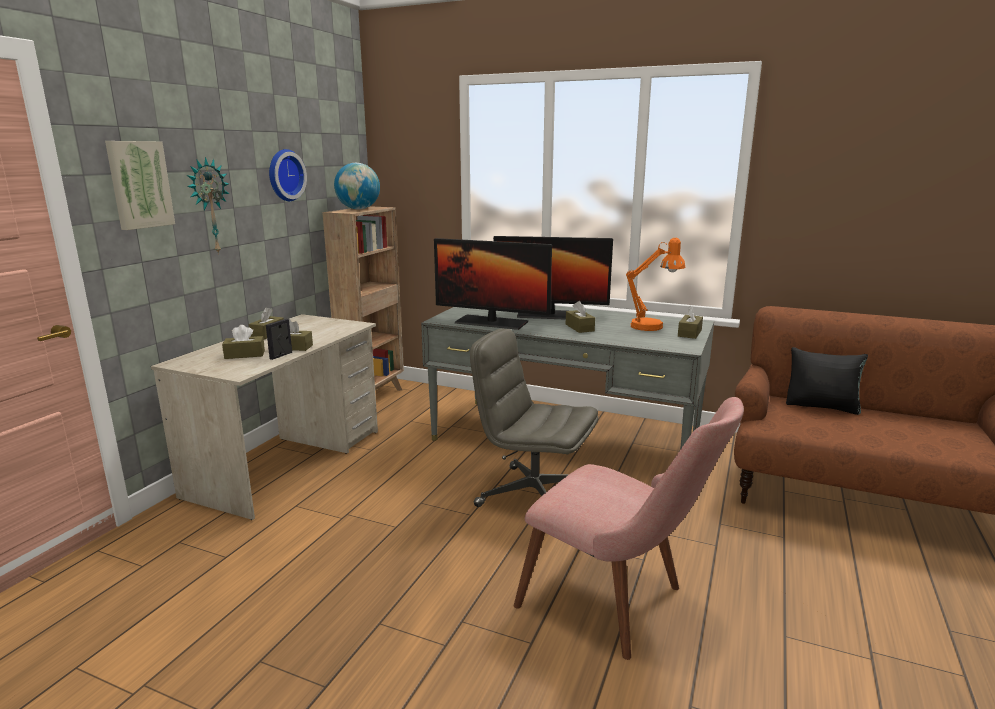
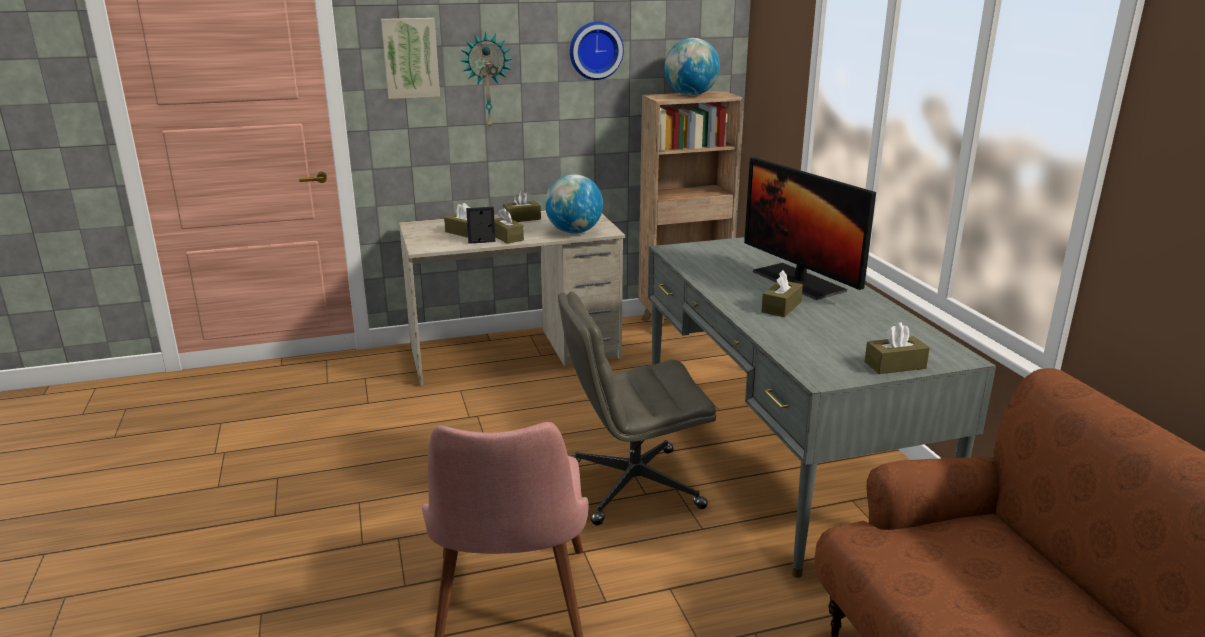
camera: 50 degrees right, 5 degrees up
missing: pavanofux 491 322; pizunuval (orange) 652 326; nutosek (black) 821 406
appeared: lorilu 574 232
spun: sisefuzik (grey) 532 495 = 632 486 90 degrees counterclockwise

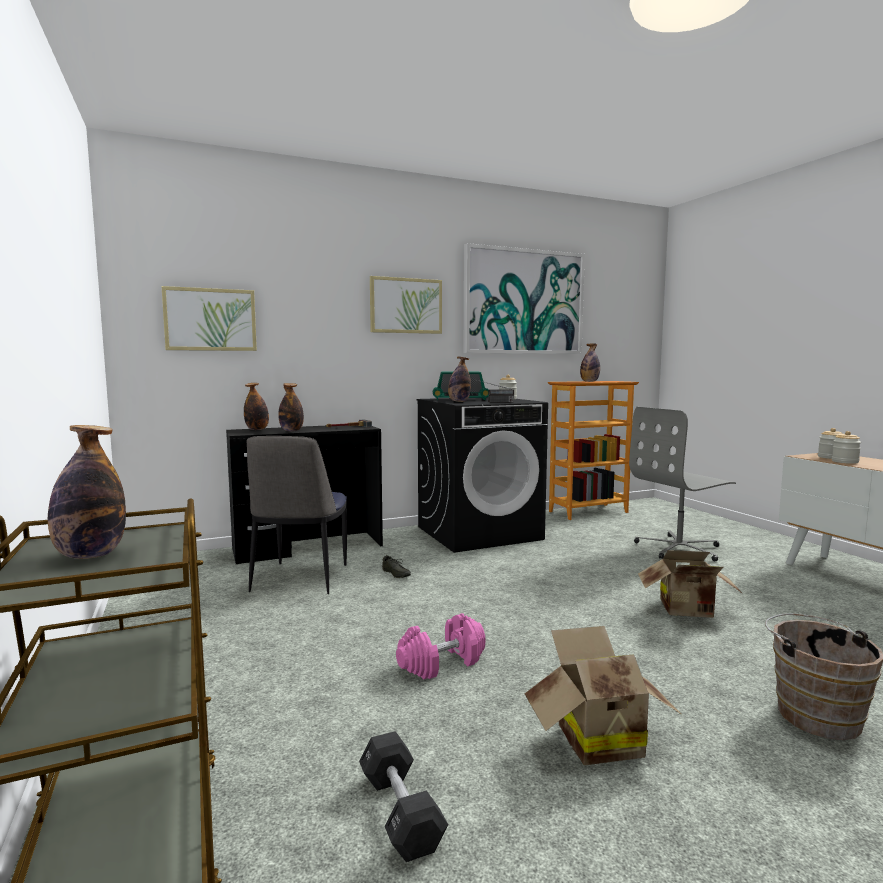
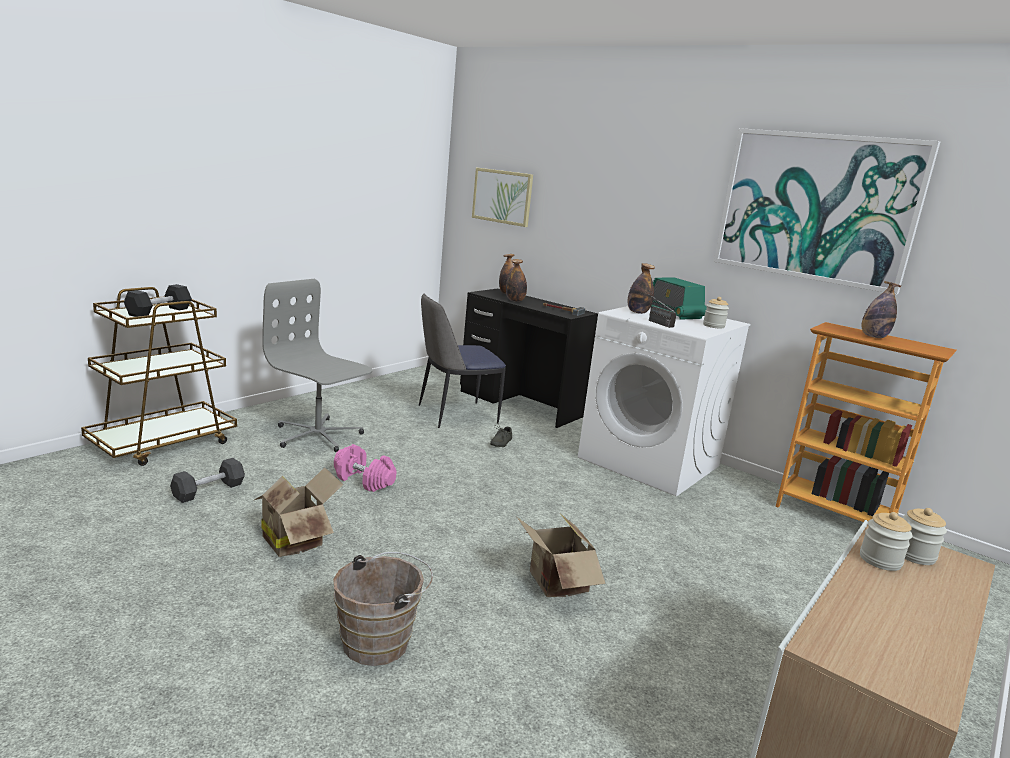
camera: 60 degrees right, 10 degrees up
missing: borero 406 306
relocated: sisefuzik (grey) 679 549 to 317 436
exchanged: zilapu 90 555 to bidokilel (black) 159 312
colour: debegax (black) 479 533 to debegax (white) 650 462

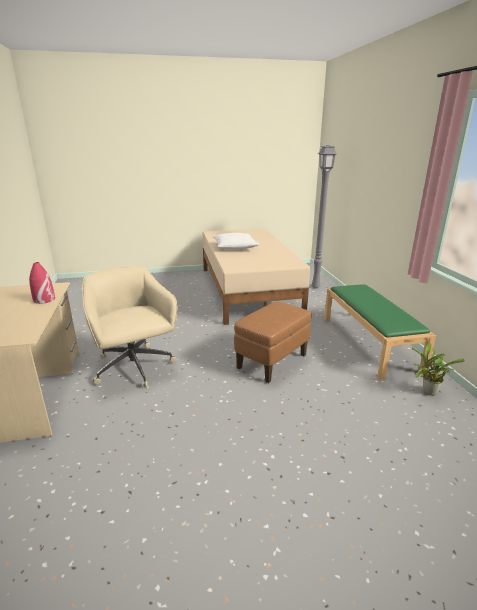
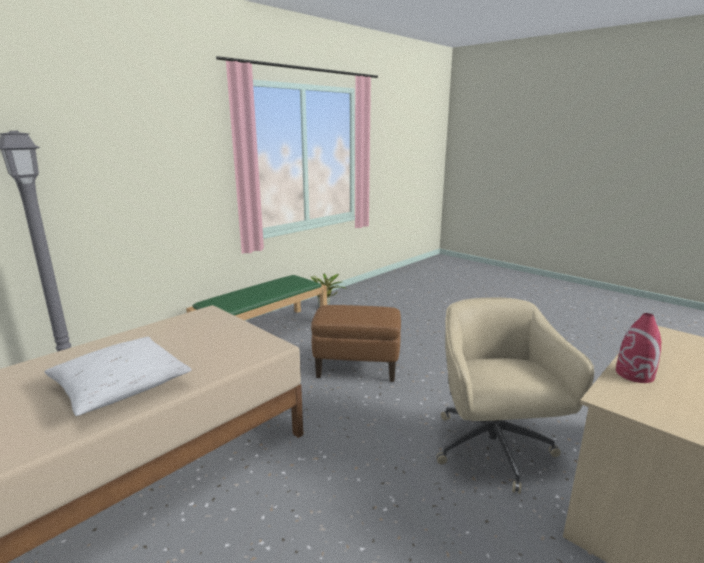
camera: 125 degrees left, 5 degrees down
spun: sisefuzik (beige) 134 368 = 493 450 150 degrees clockwise

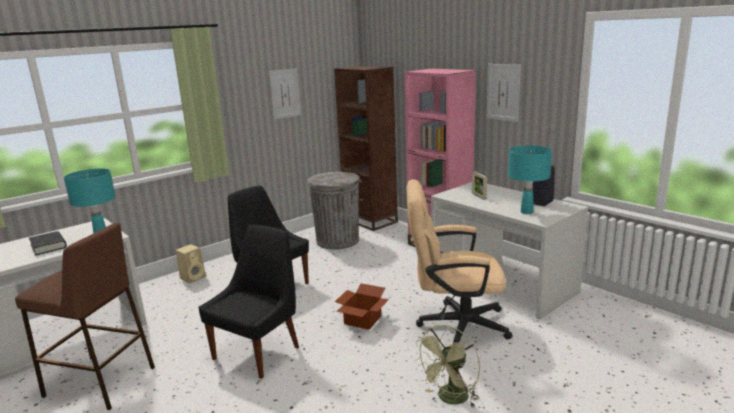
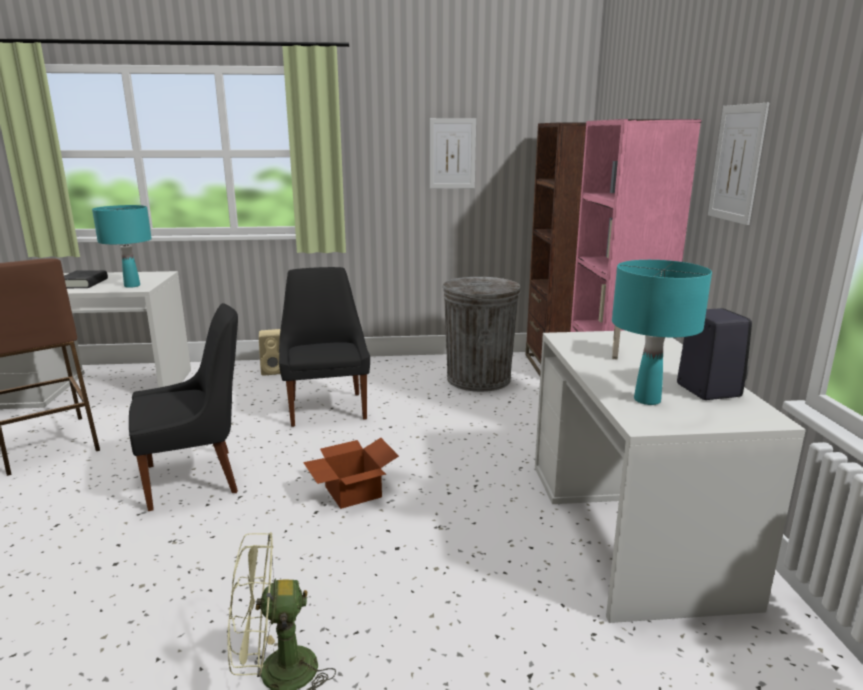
camera: 35 degrees right, 0 degrees up
missing: sisefuzik (beige) 454 325

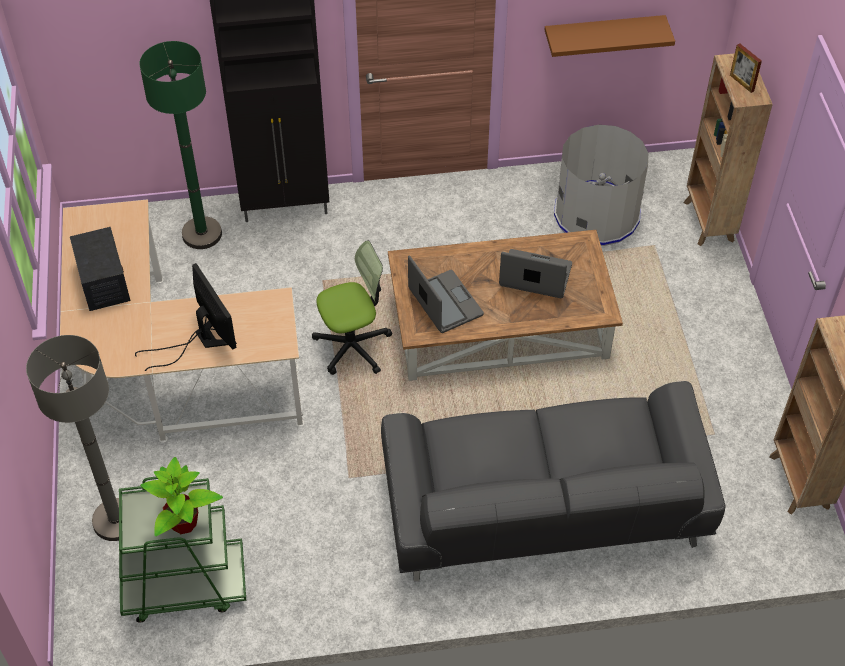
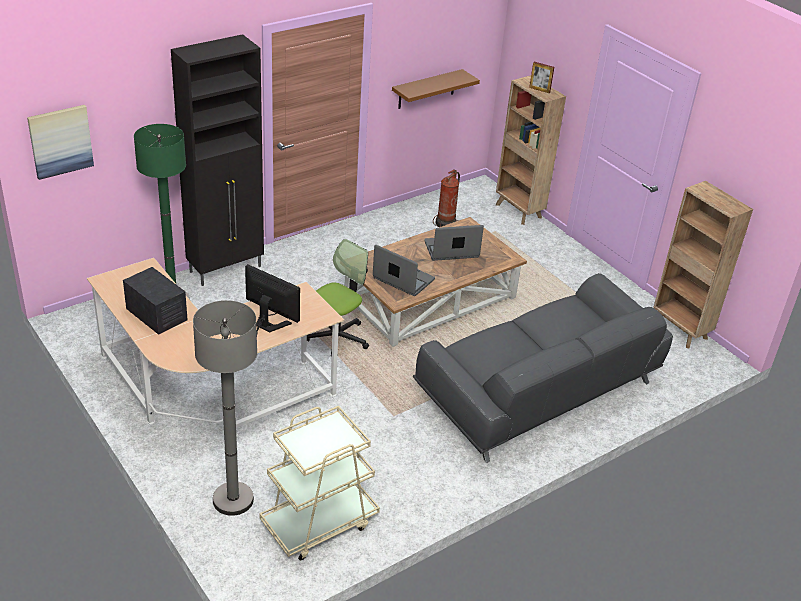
camera: 30 degrees left, 15 degrees down
missing: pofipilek 184 523
appeared: borero 60 141
exchanged: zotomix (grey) 596 215 to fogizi 446 224
colour: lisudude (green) 184 585 to lisudude (beige) 319 523

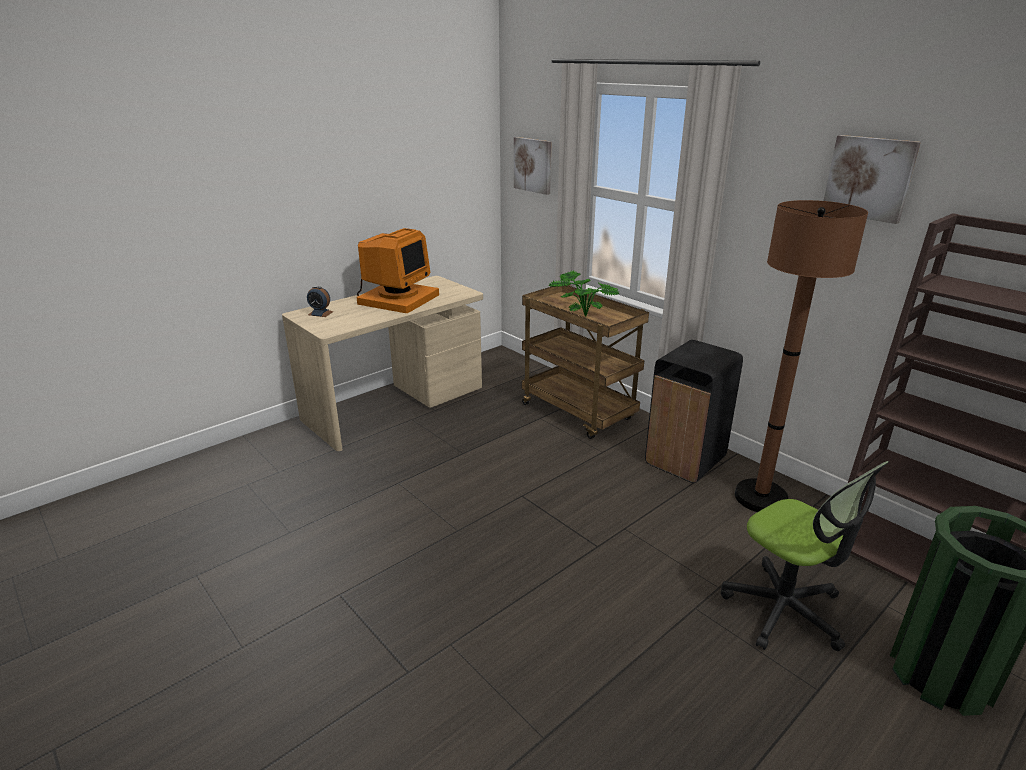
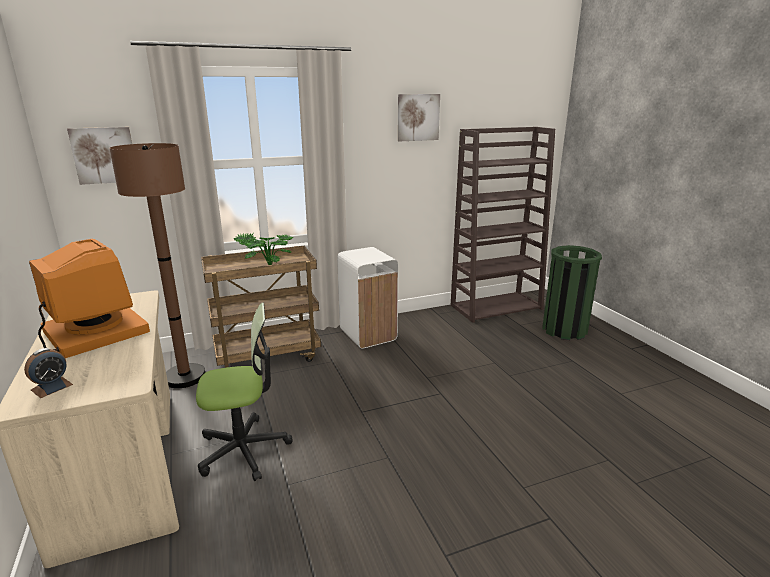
camera: 70 degrees left, 5 degrees down
relocated: sisefuzik 784 610 to 244 449; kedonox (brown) 760 498 to 185 377
colour: zotomix (black) 686 460 to zotomix (white) 368 335

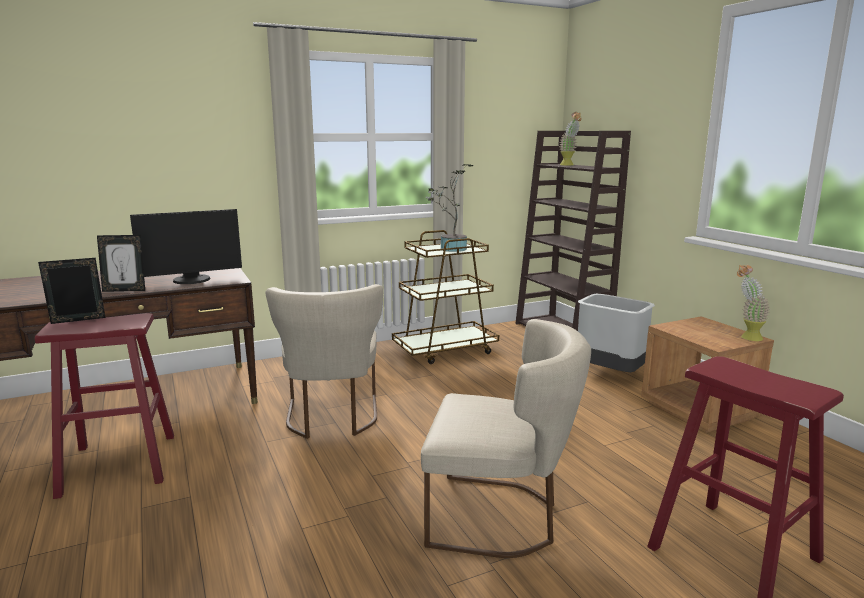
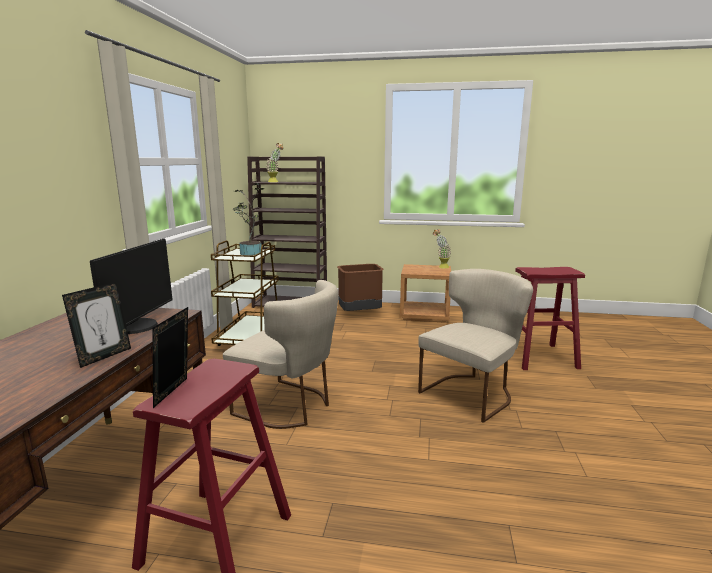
camera: 55 degrees left, 0 degrees up
colour: zotomix (grey) 610 373 to zotomix (brown) 360 314

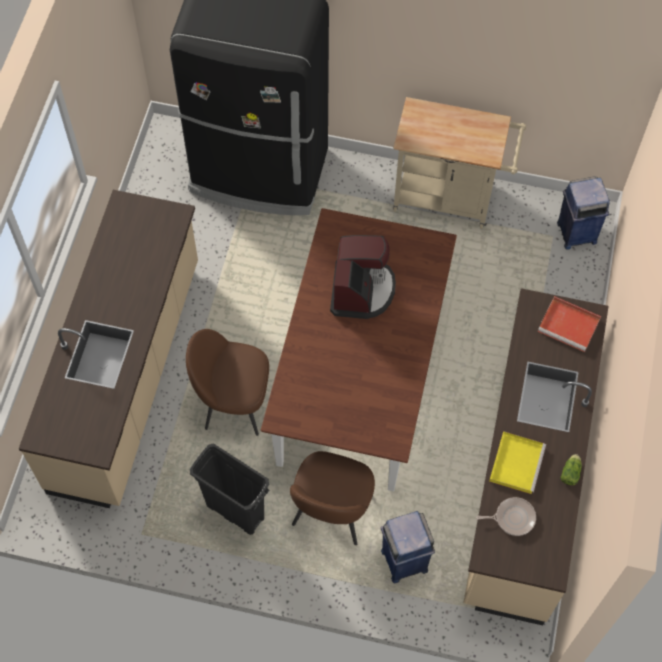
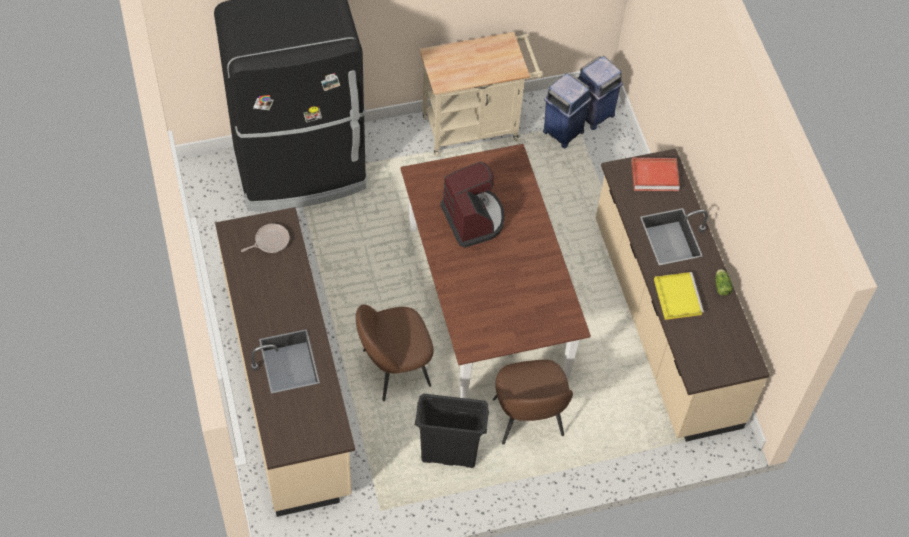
camera: 30 degrees left, 5 degrees down
relocated: zotomix (blue) 404 559 to 562 131; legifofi 512 517 to 270 241

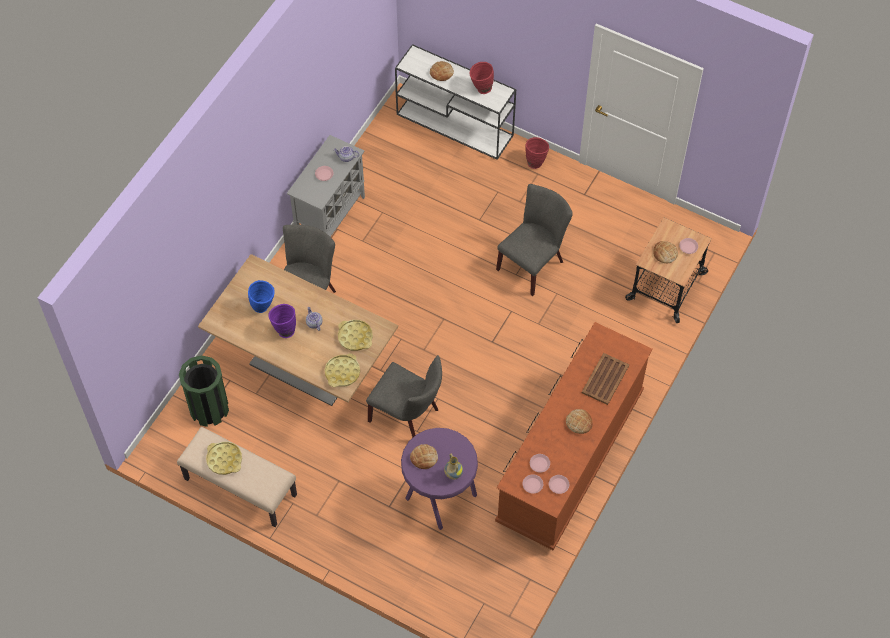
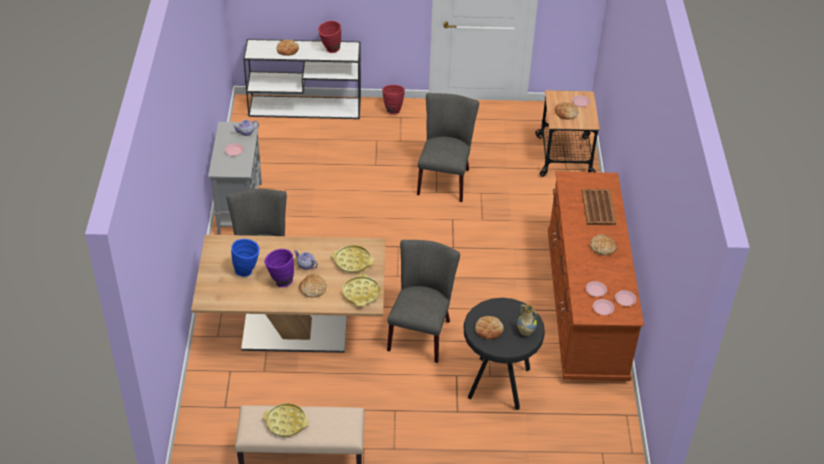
camera: 30 degrees left, 15 degrees down
missing: zotomix (green) 209 409
appeared: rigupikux 313 288
colour: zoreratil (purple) 439 498 to zoreratil (black) 497 385
spun: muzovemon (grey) 408 416 = 421 332 75 degrees counterclockwise

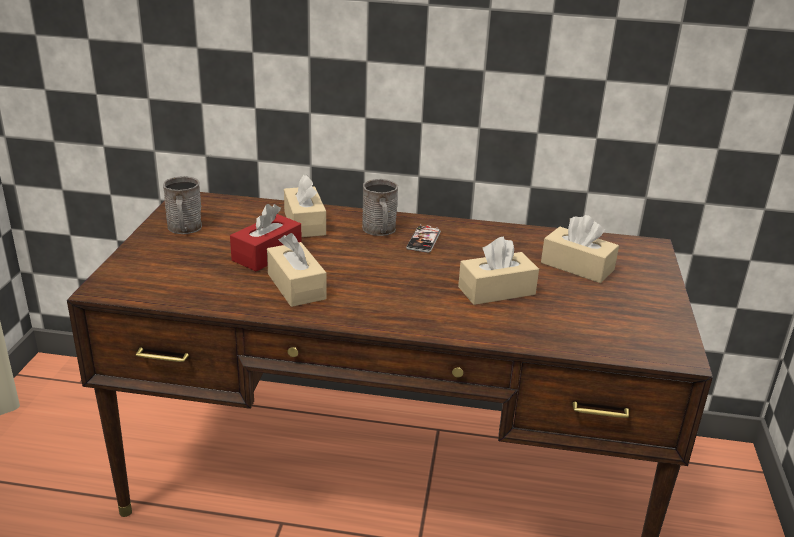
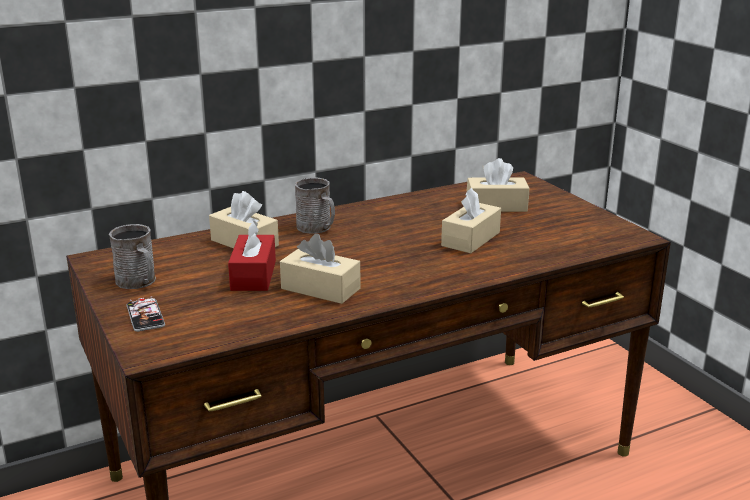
camera: 35 degrees left, 5 degrees down
relocated: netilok 423 240 to 145 316

